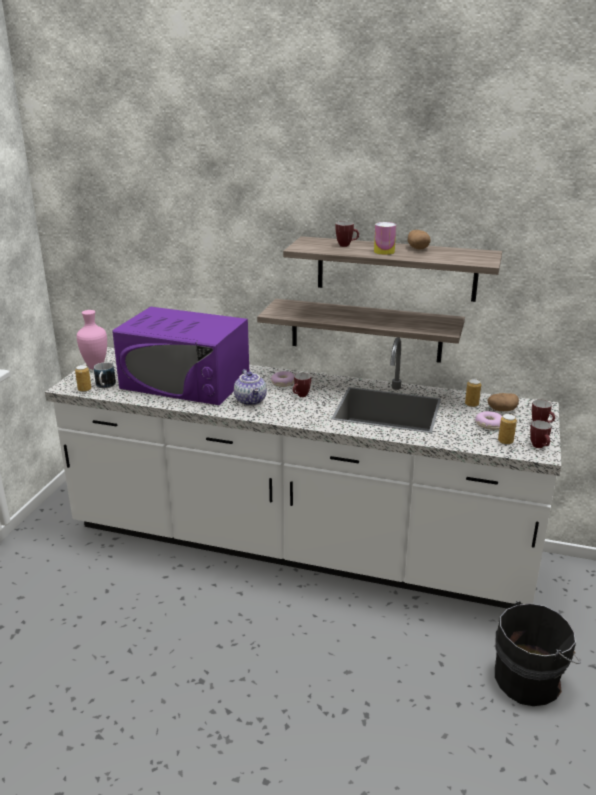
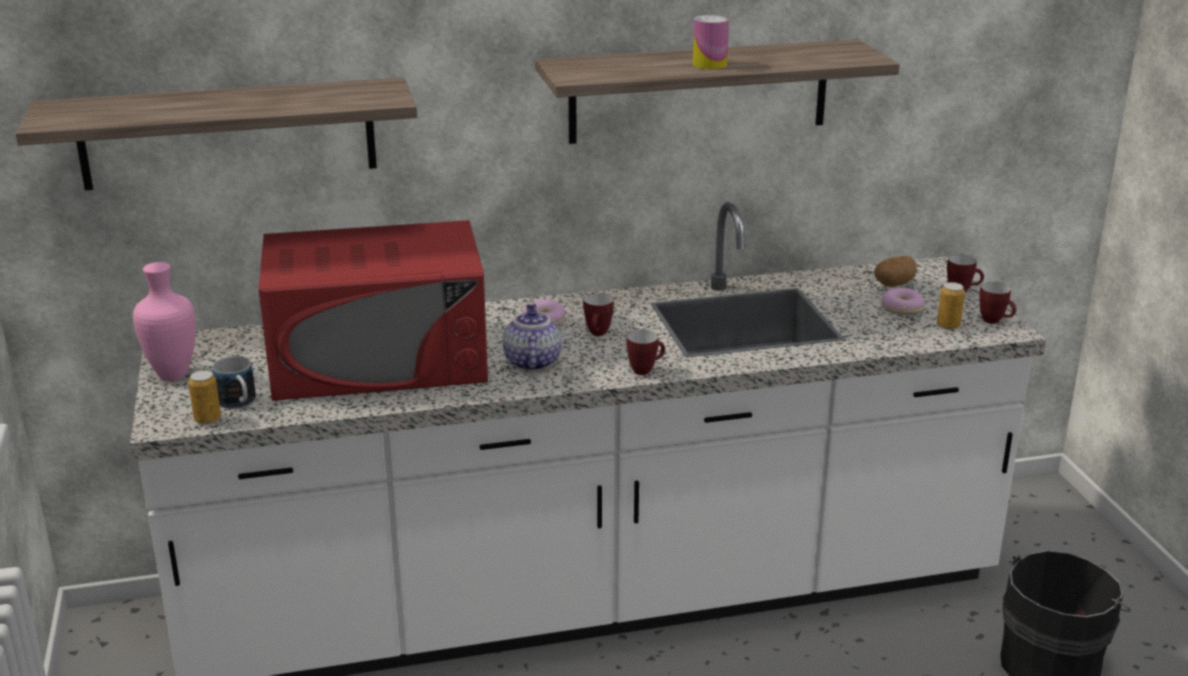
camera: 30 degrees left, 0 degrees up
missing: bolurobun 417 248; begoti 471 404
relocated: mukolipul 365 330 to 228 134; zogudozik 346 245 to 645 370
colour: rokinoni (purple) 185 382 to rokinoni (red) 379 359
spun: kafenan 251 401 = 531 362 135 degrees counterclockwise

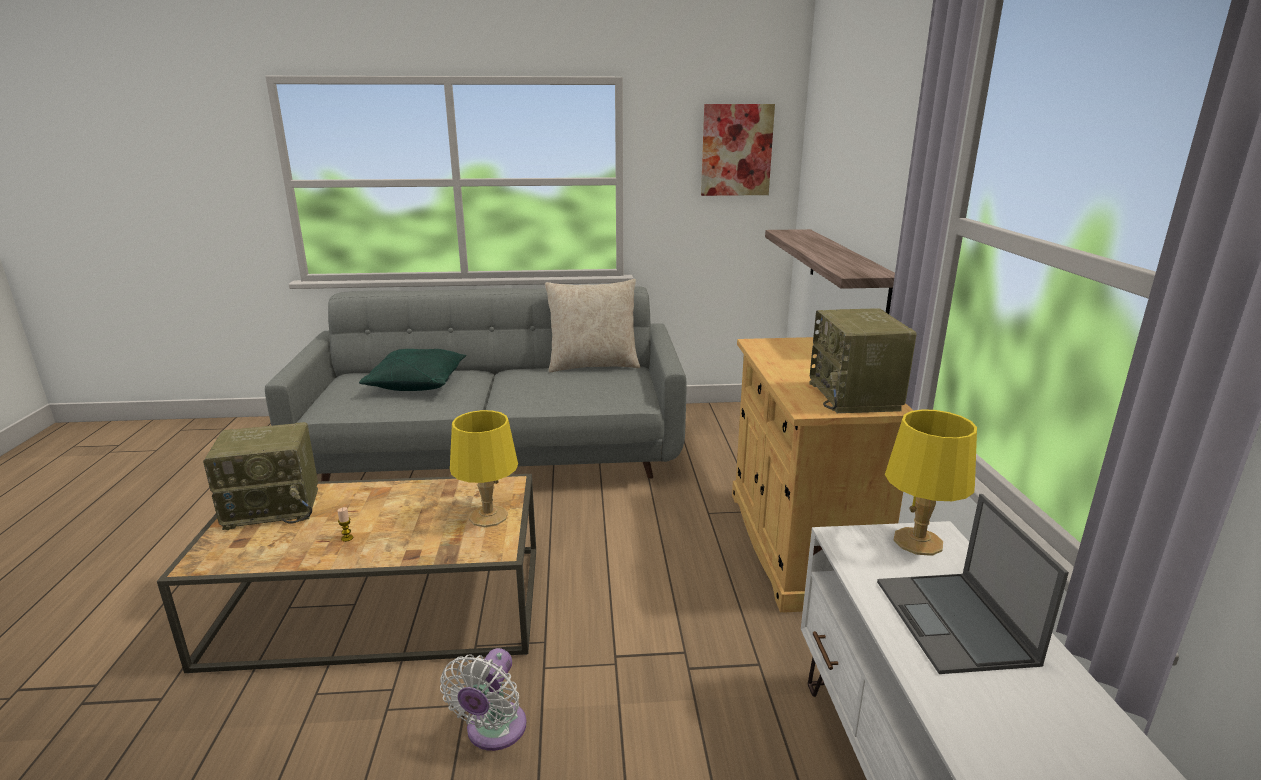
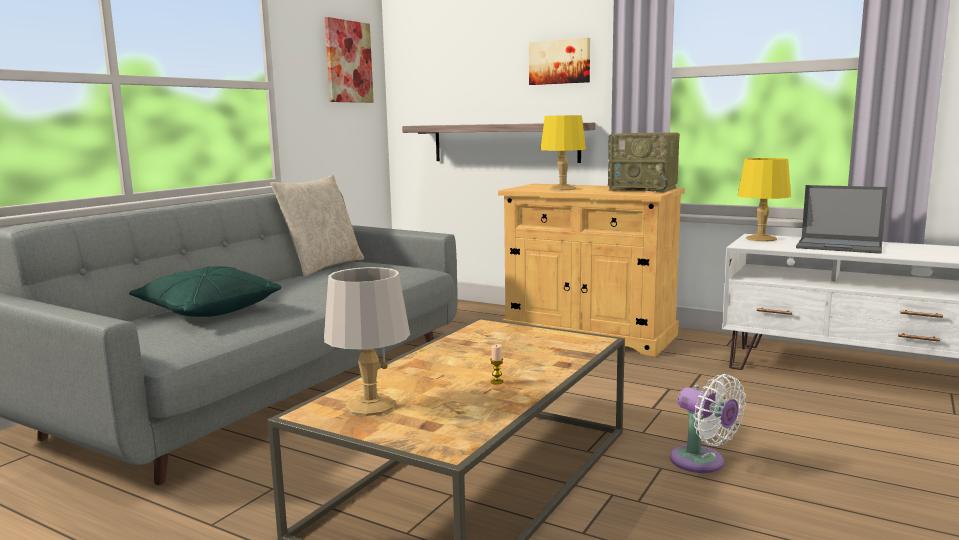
camera: 55 degrees left, 10 degrees down
appeared: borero 560 62
relocated: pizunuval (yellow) 487 516 to 562 189
exchanged: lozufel 274 507 to pizunuval (grey) 370 405

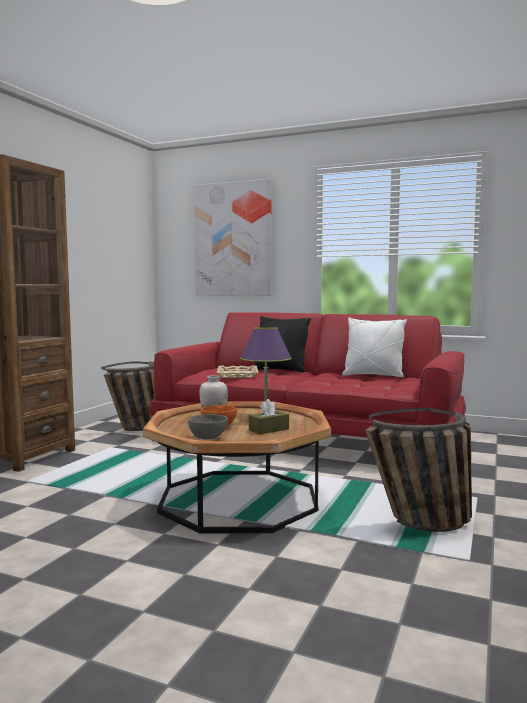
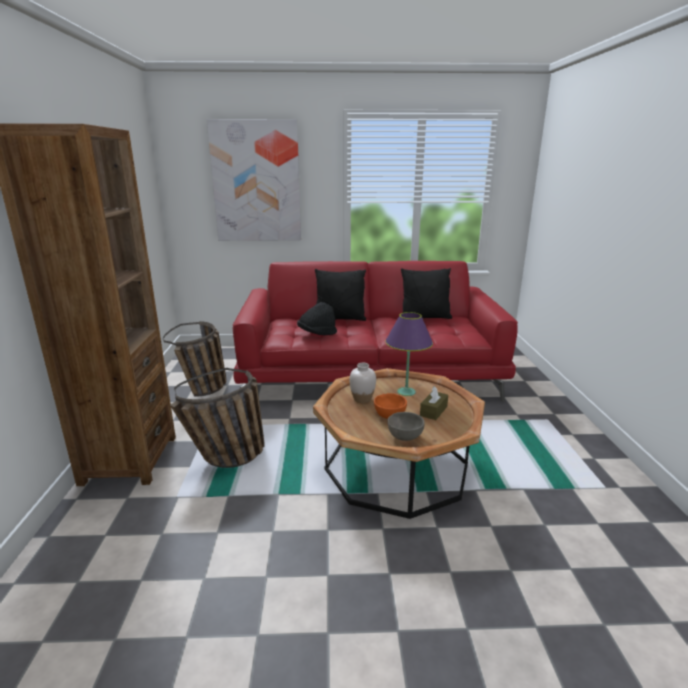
camera: 25 degrees left, 15 degrees up
relocated: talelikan 421 524 to 227 461
exchanged: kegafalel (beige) 238 375 to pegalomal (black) 317 334
colour: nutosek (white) 373 375 to nutosek (black) 425 318

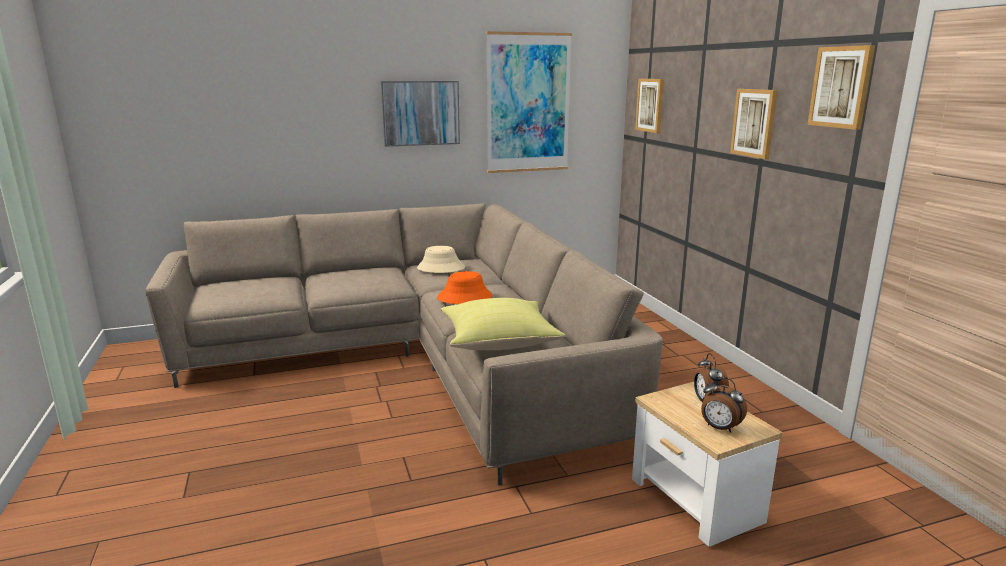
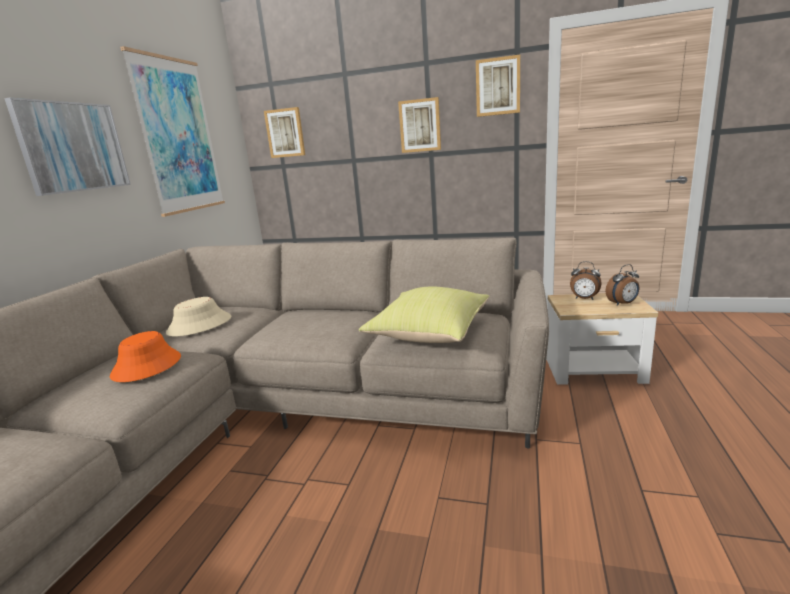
camera: 55 degrees left, 0 degrees up
relocated: pegalomal (orange) 464 297 to 147 366

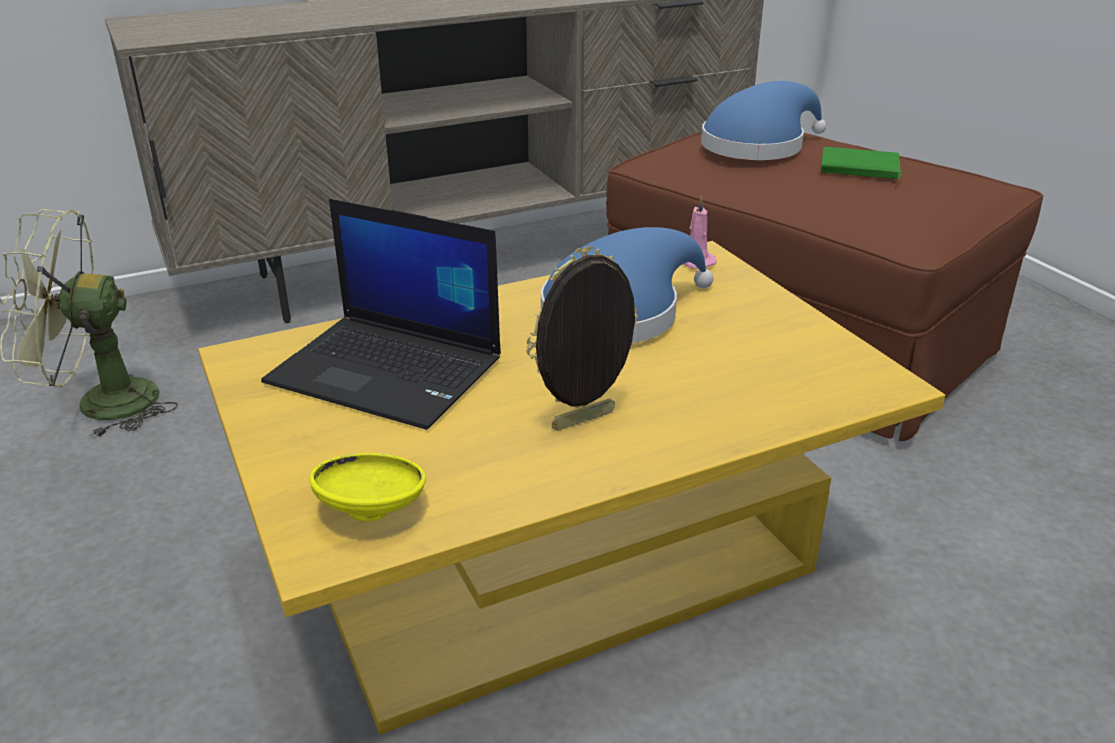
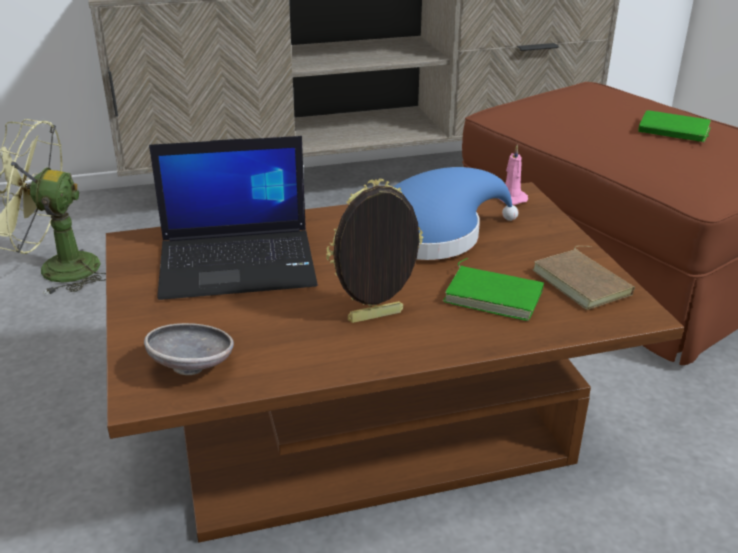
camera: 10 degrees right, 0 degrees up
missing: pegalomal (blue) 758 146
appeared: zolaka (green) 494 295; zolaka (brown) 584 283
colour: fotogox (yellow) 557 562 to fotogox (brown) 368 429; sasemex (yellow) 373 509 to sasemex (grey) 193 367
spun: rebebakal 389 371 = 239 263 45 degrees counterclockwise

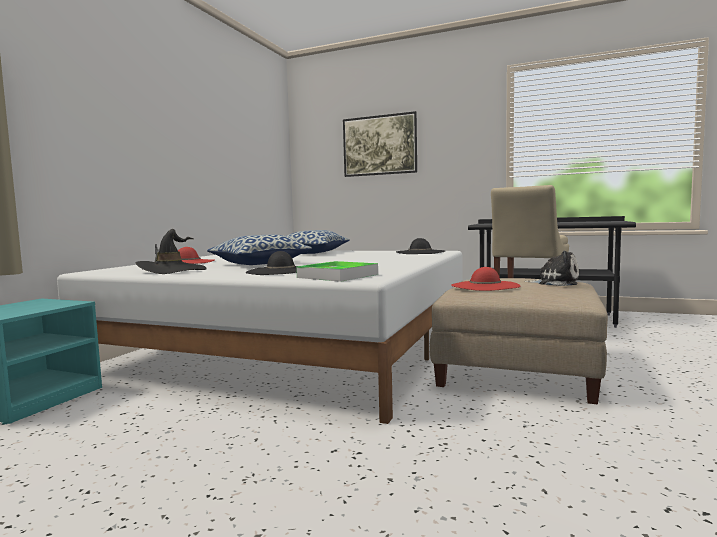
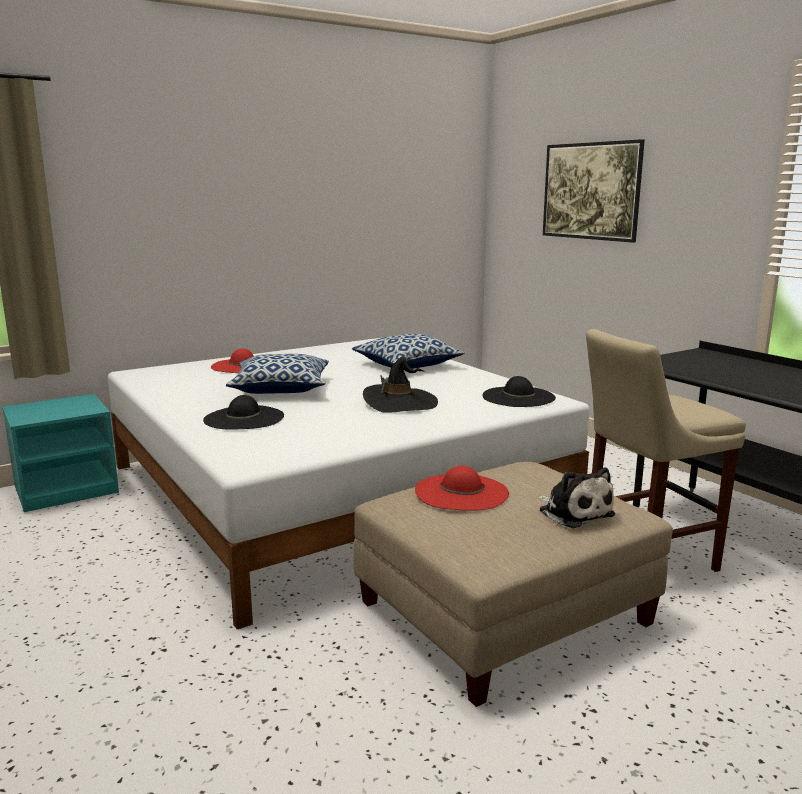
camera: 35 degrees right, 10 degrees up
missing: kegafalel 337 276
relocated: pegalomal (black) 172 271 to 400 403

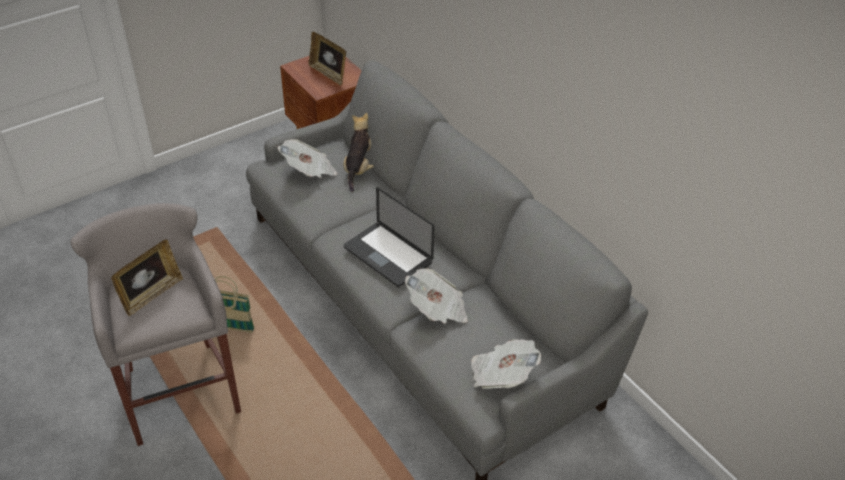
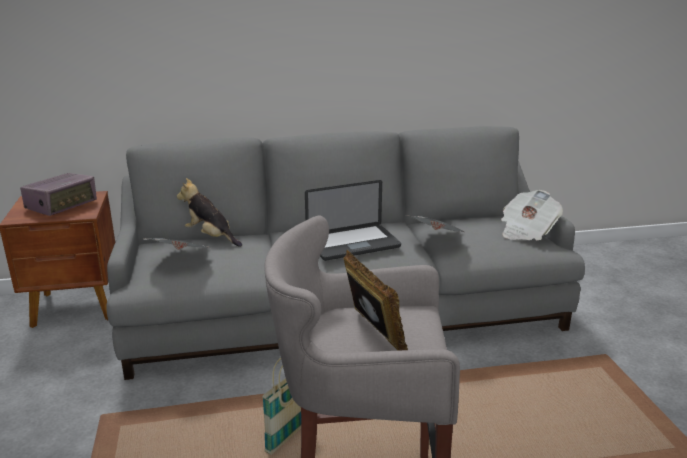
camera: 65 degrees left, 20 degrees down
exchanged: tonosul 328 74 to lozufel 62 205

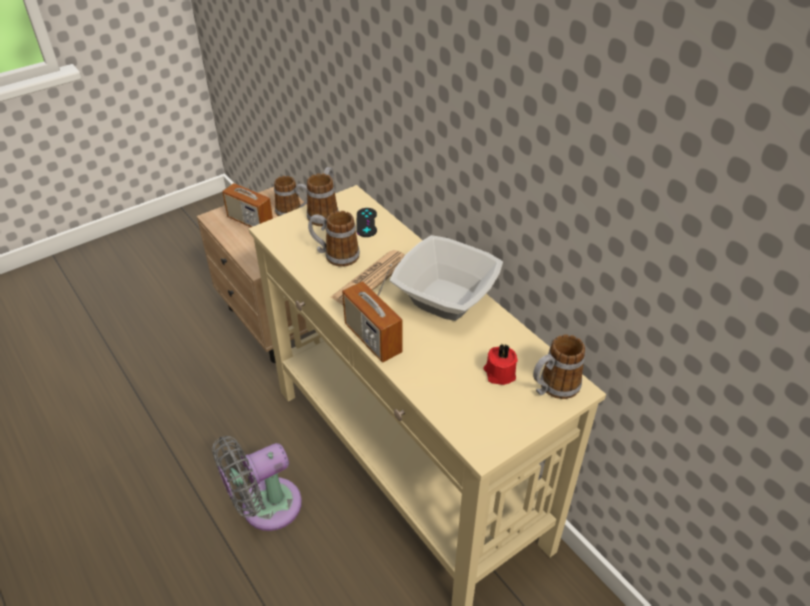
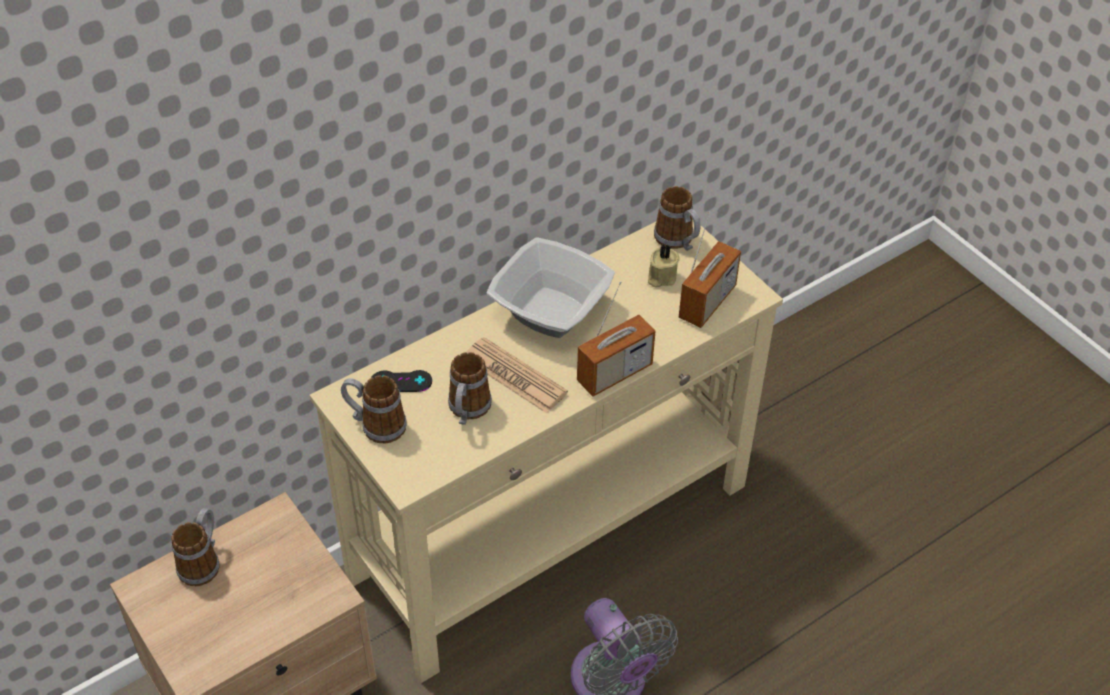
camera: 90 degrees left, 5 degrees up
relocated: lozufel 250 221 to 707 302
colour: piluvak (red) 499 373 to piluvak (beige) 661 277

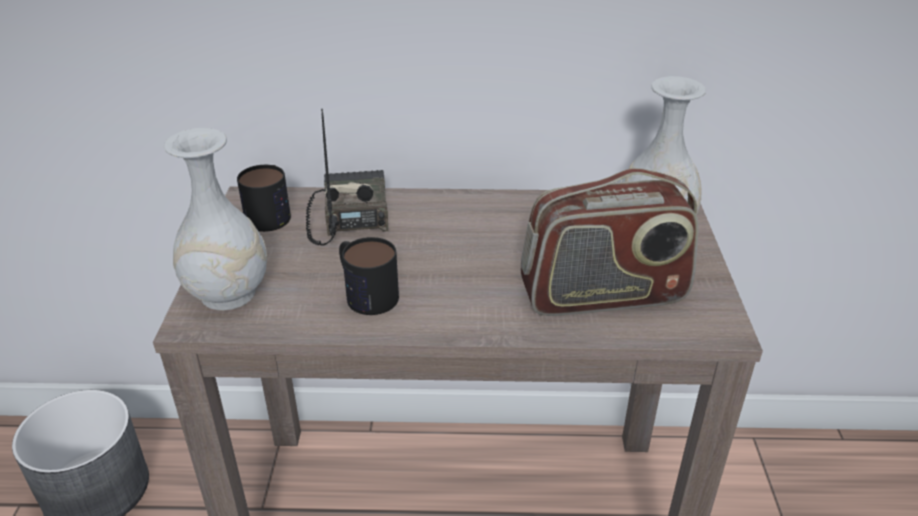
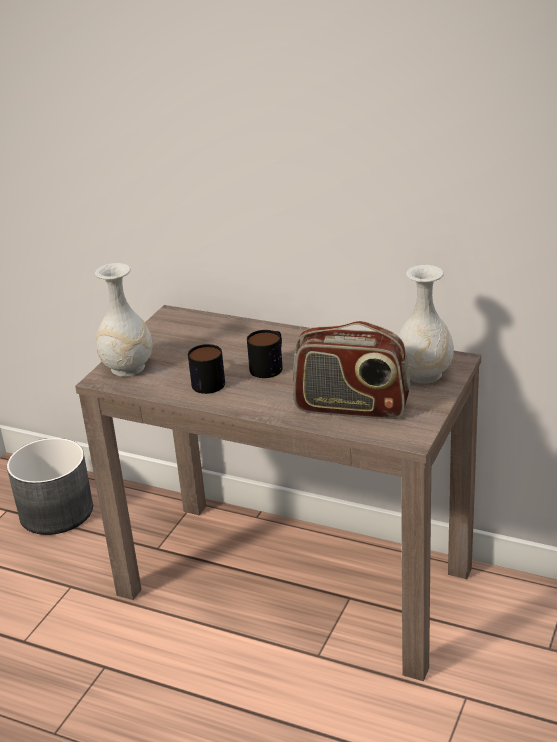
camera: 25 degrees right, 5 degrees down
missing: lozufel 349 216
relocated: zogudozik 271 213 to 270 365

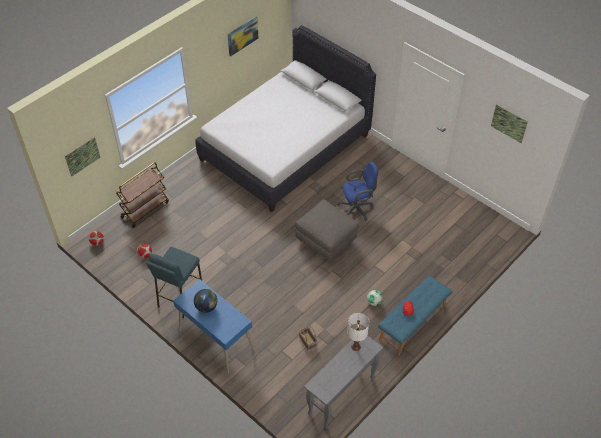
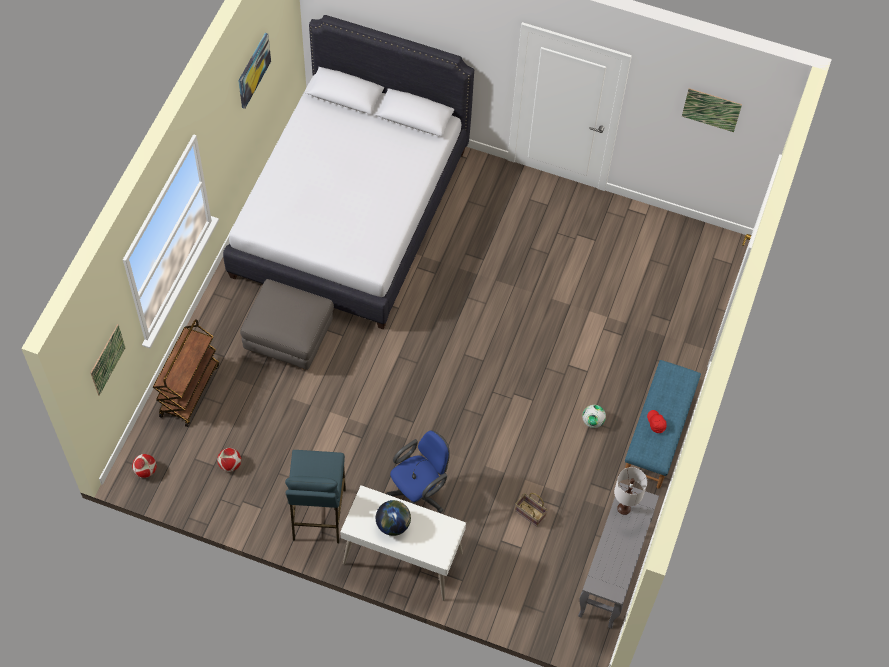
camera: 25 degrees left, 10 degrees up
relocated: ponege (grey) 326 241 to 289 338; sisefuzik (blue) 357 209 to 419 494
colour: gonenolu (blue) 216 340 to gonenolu (white) 402 559

